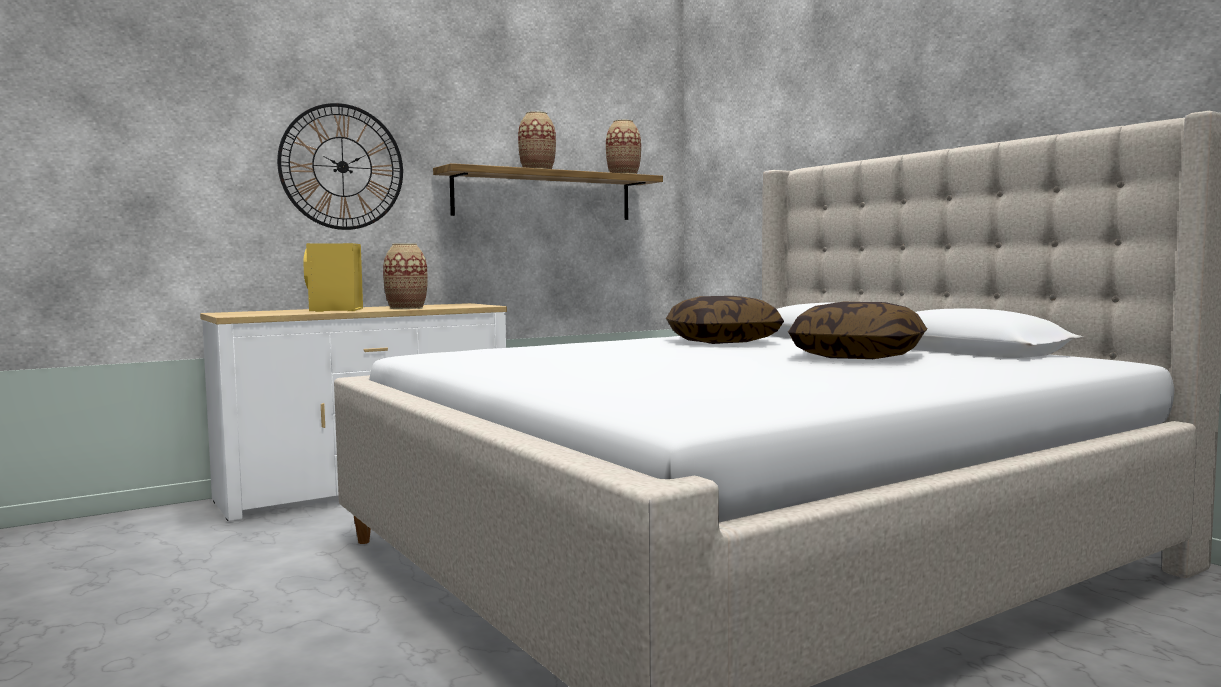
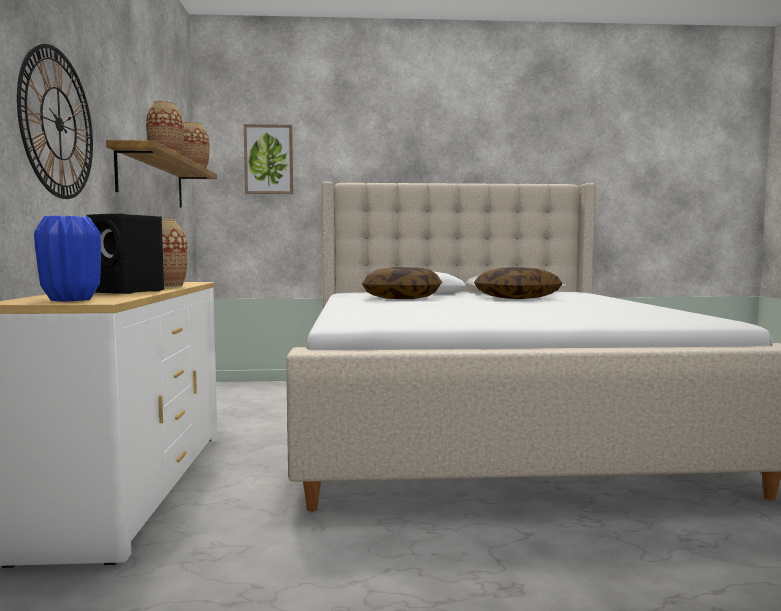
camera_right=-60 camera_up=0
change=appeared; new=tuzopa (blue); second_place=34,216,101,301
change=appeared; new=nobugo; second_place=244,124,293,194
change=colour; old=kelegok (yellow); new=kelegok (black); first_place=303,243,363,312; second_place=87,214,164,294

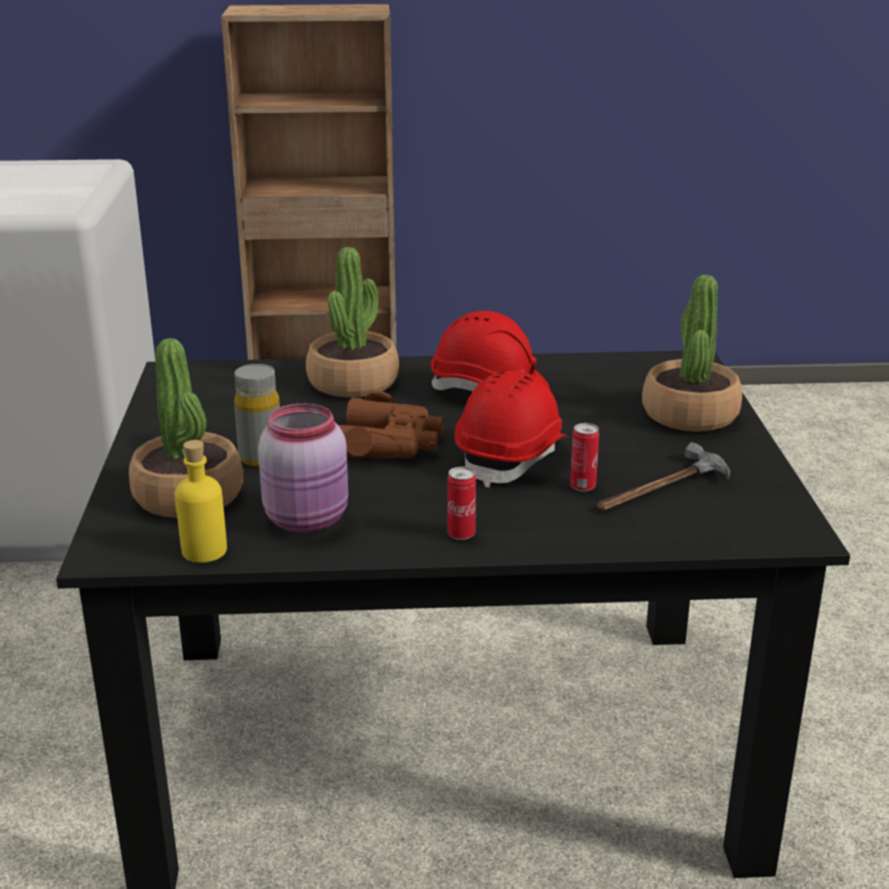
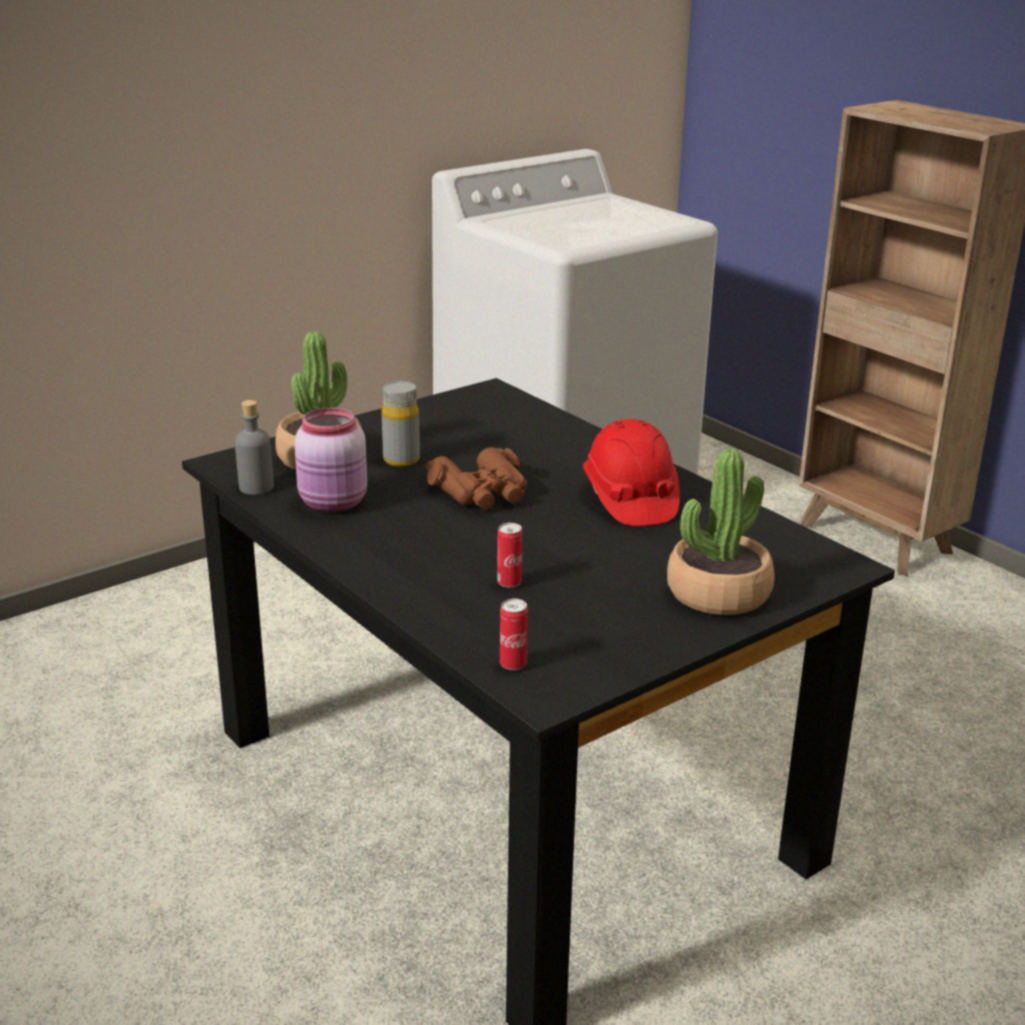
camera_right=55 camera_up=0
change=missing; old=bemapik; first_place=306,247,399,398
change=missing; old=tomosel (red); first_place=454,371,568,488
change=missing; old=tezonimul; first_place=597,442,730,511
change=relocated; old=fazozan; first_place=448,467,476,540; second_place=500,599,528,670
change=colour; old=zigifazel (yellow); new=zigifazel (grey); first_place=175,440,227,563; second_place=235,400,274,495

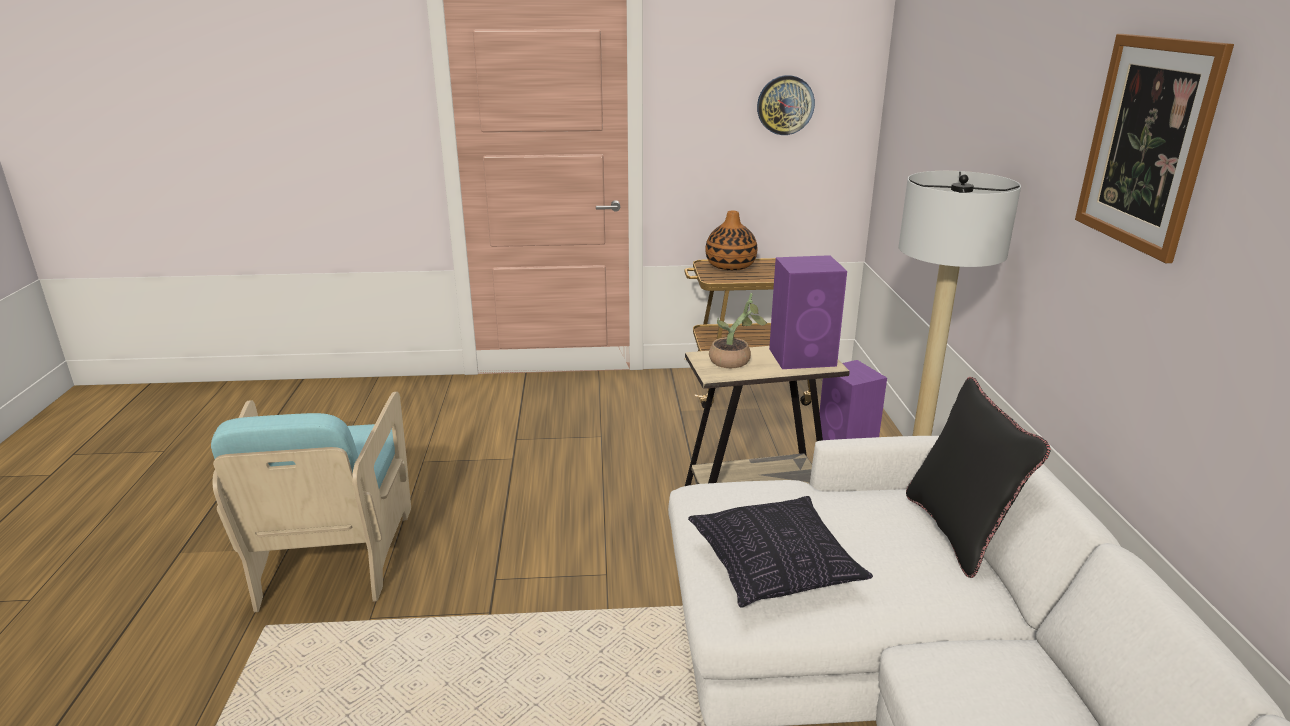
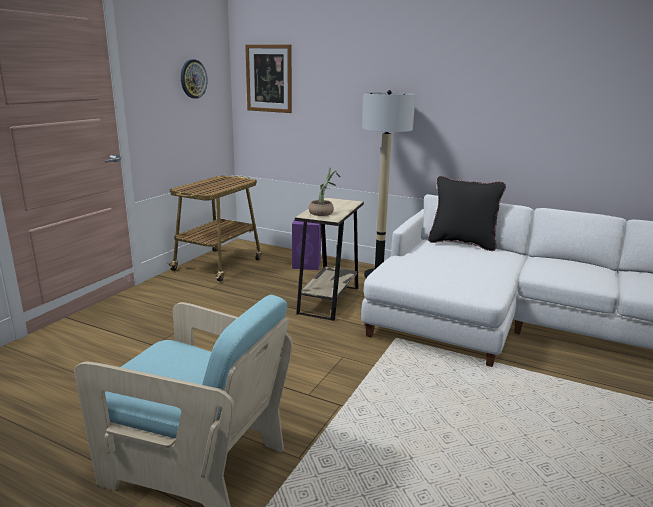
camera_right=-60 camera_up=-5
change=missing; old=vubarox; first_place=688,496,873,608
change=missing; old=tuzopa; first_place=705,211,757,270
change=missing; old=kelegok (purple); first_place=769,255,847,369
change=relocated; old=nobugo; first_place=1075,34,1234,263; second_place=245,44,292,113

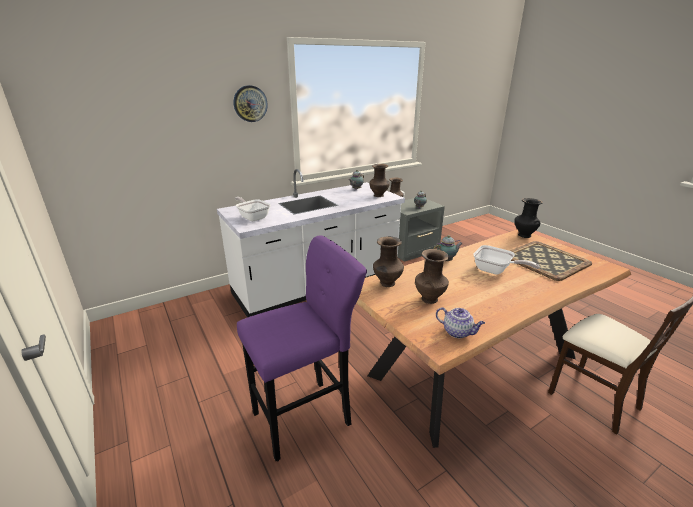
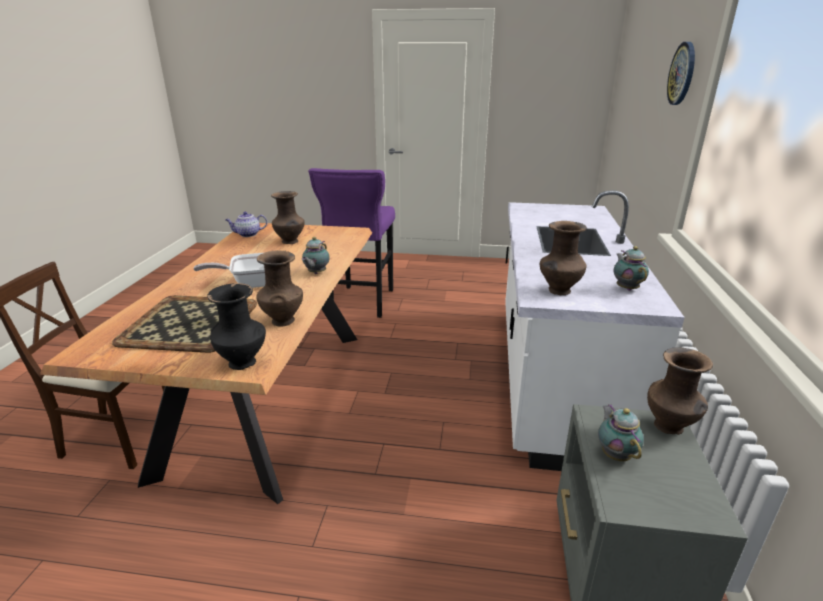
camera_right=130 camera_up=0
change=missing; old=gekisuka; first_place=235,197,271,221
change=relocated; old=tuzopa (brown); first_place=373,236,404,287; second_place=256,250,303,327

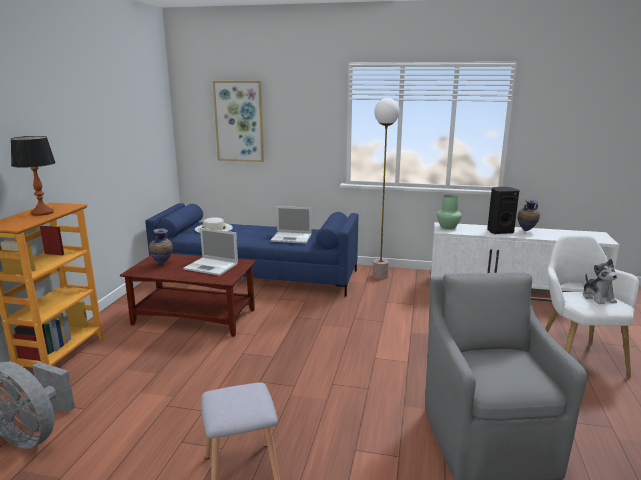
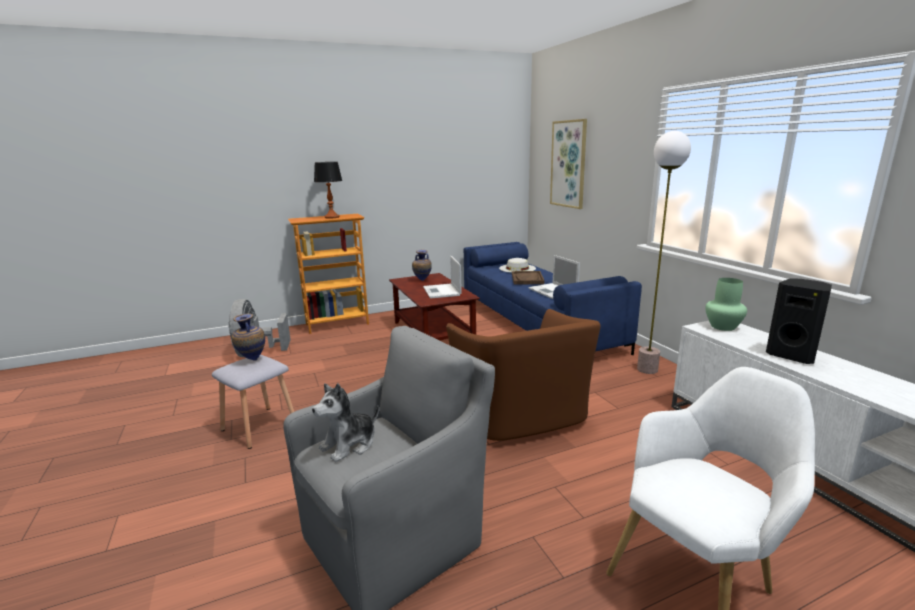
camera_right=55 camera_up=0
change=appeared; new=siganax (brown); second_place=446,309,601,441
change=appeared; new=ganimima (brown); second_place=512,271,544,284
change=relocated; old=tuzopa; first_place=518,199,540,231; second_place=232,314,265,361
change=relocated; old=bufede; first_place=582,259,617,304; second_place=312,383,379,462

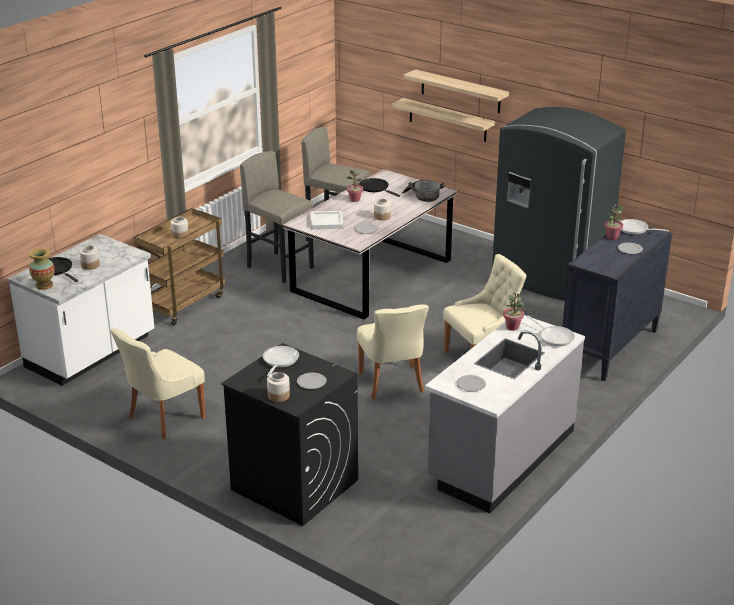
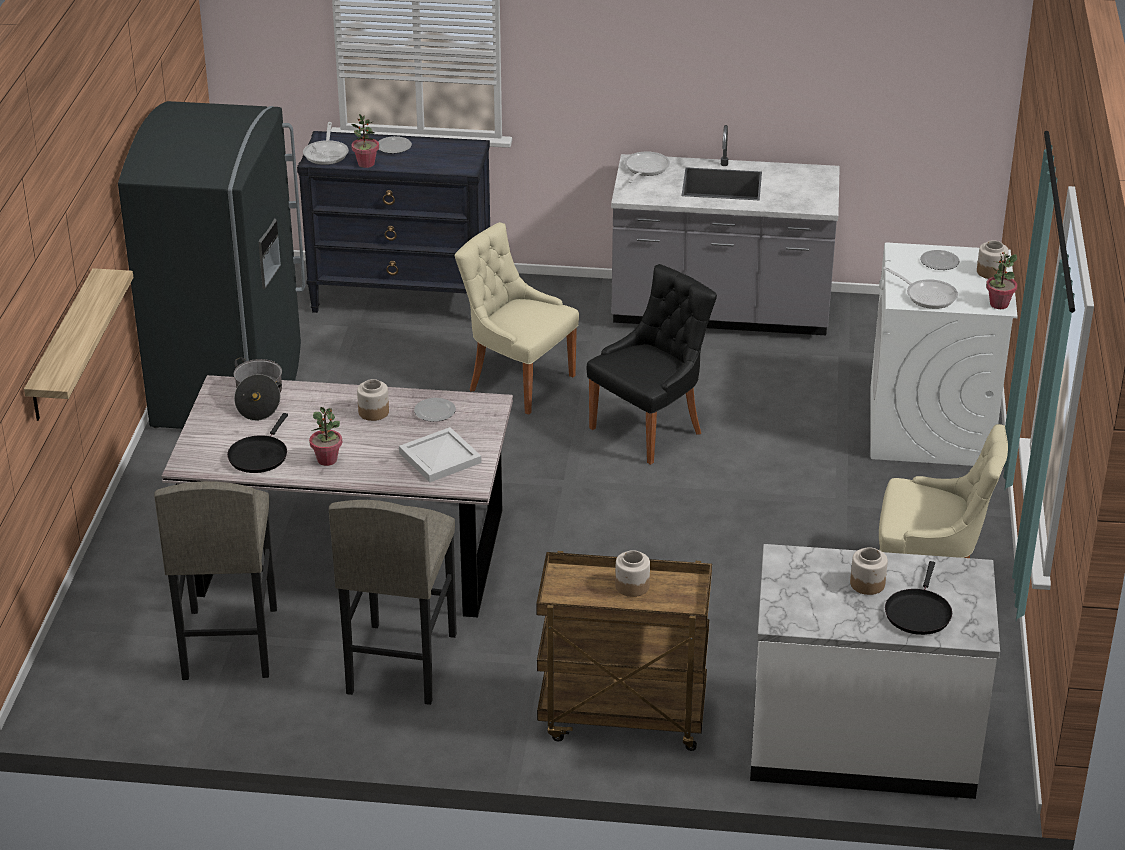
camera_right=-120 camera_up=5
change=missing; old=tuzopa; first_place=29,248,55,290
change=missing; old=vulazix; first_place=403,69,509,114
change=missing; old=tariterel; first_place=456,375,486,392
change=relocated; old=bemapik; first_place=503,292,524,331; second_place=986,252,1017,309
change=colour; old=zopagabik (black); new=zopagabik (white); first_place=221,343,358,526; second_place=871,243,1018,466
change=colour; old=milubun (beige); new=milubun (black); first_place=357,305,429,399; second_place=587,264,717,465
change=spun; old=gekisuka; first_place=263,346,299,376; second_place=883,267,958,309; degrees=-120

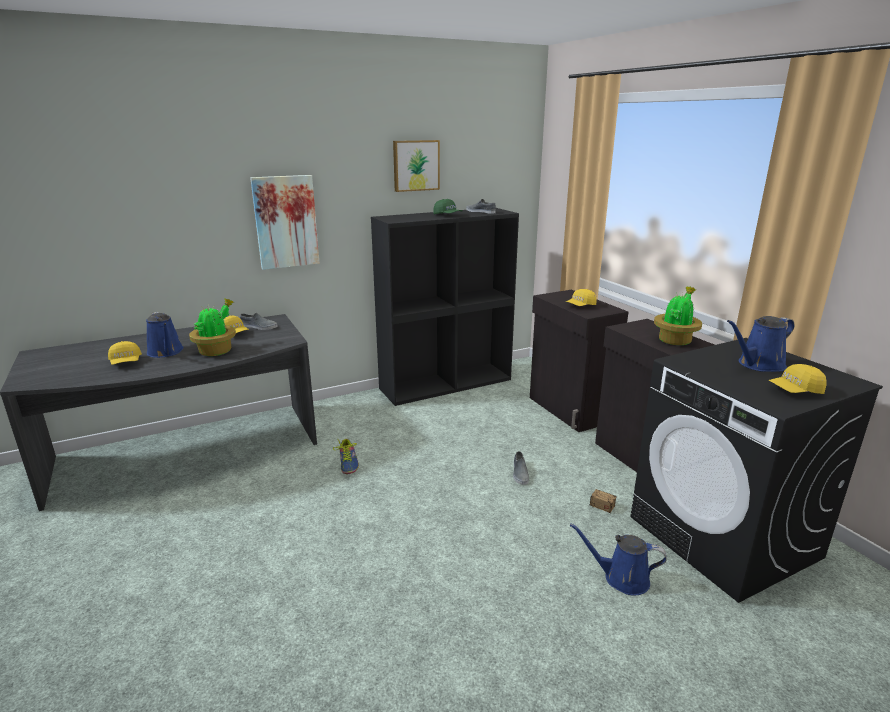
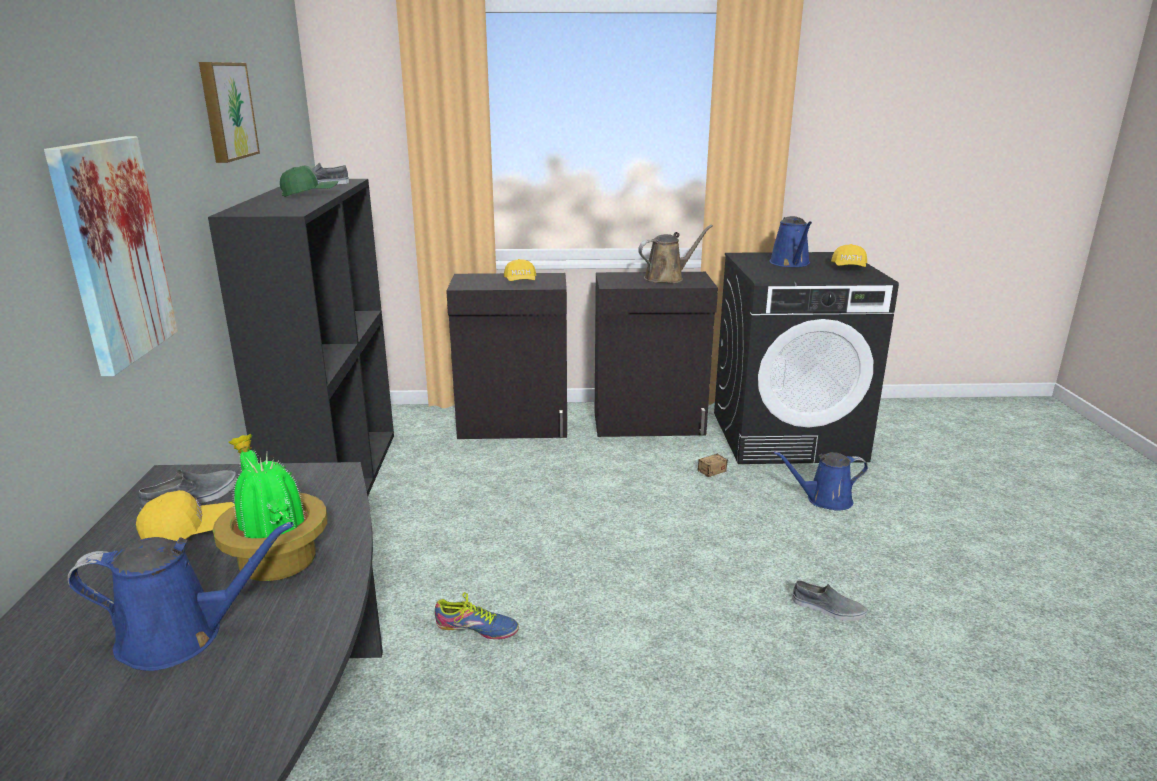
camera_right=-65 camera_up=0
change=missing; old=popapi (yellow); first_place=108,341,142,365
change=relocated; old=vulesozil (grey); first_place=513,451,529,485; second_place=792,580,867,621
change=exchanged; old=bemapik; new=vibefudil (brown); first_place=654,287,702,345; second_place=638,225,713,283
change=spun; old=vibefudil (blue); first_place=570,523,667,596; second_place=774,451,868,511; degrees=45

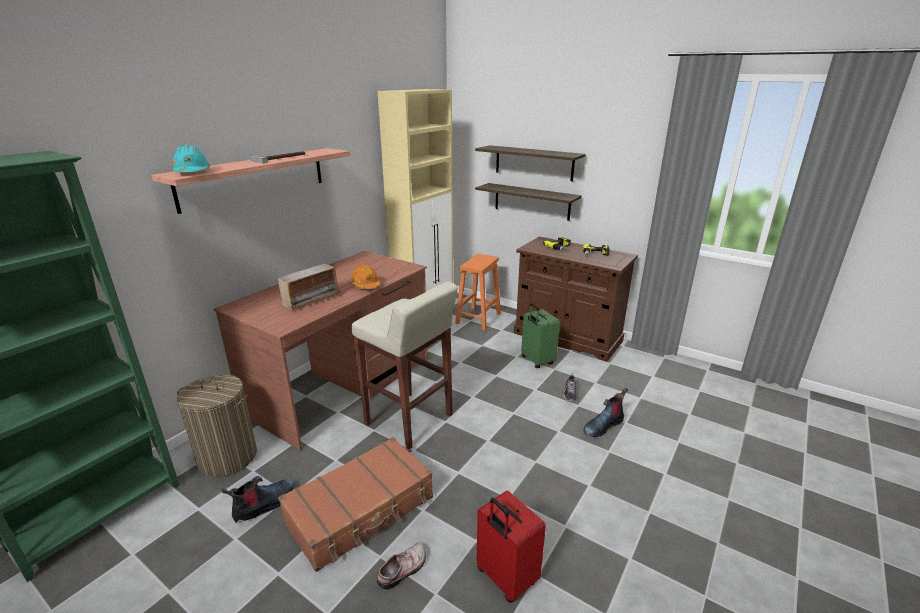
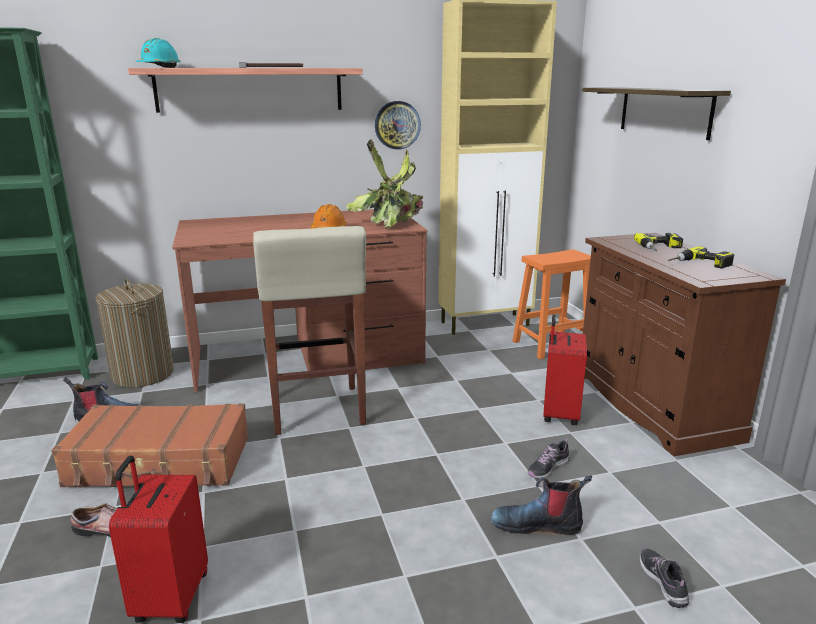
camera_right=40 camera_up=-5
change=missing; old=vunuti; first_place=278,264,341,311
change=missing; old=vulazix; first_place=475,183,582,221
change=appeared; new=bemapik; second_place=346,139,423,229
change=appeared; new=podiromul; second_place=375,101,421,150
change=appeared; new=vulesozil; second_place=640,548,689,608
change=colour; old=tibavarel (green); new=tibavarel (red); first_place=521,303,560,368; second_place=543,314,587,425

